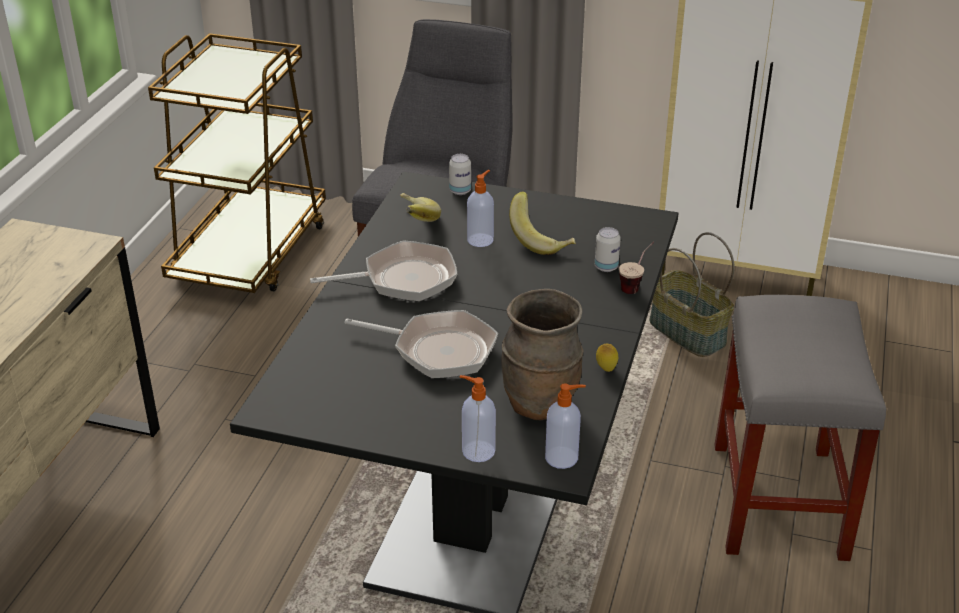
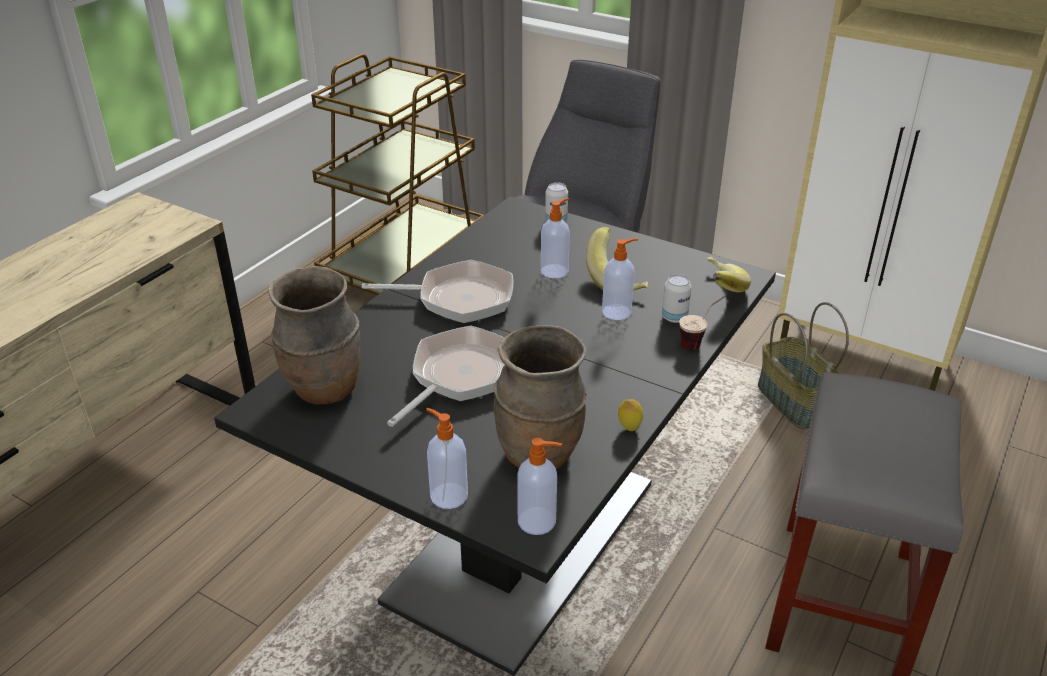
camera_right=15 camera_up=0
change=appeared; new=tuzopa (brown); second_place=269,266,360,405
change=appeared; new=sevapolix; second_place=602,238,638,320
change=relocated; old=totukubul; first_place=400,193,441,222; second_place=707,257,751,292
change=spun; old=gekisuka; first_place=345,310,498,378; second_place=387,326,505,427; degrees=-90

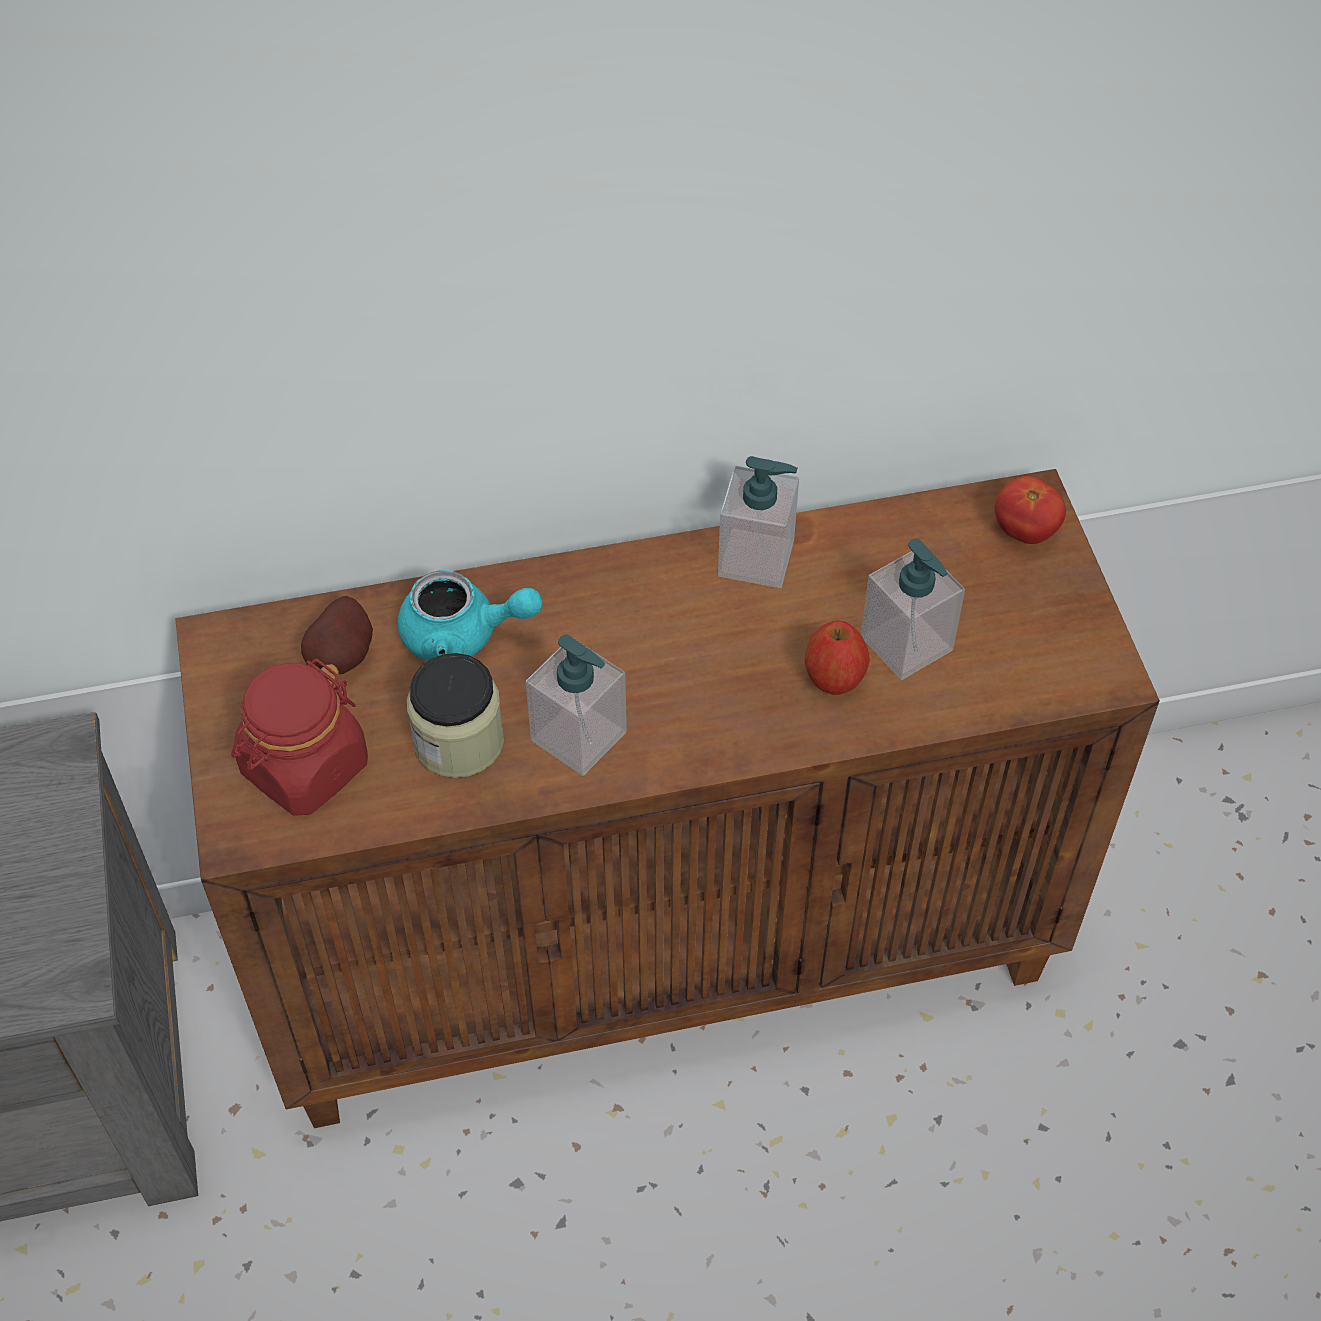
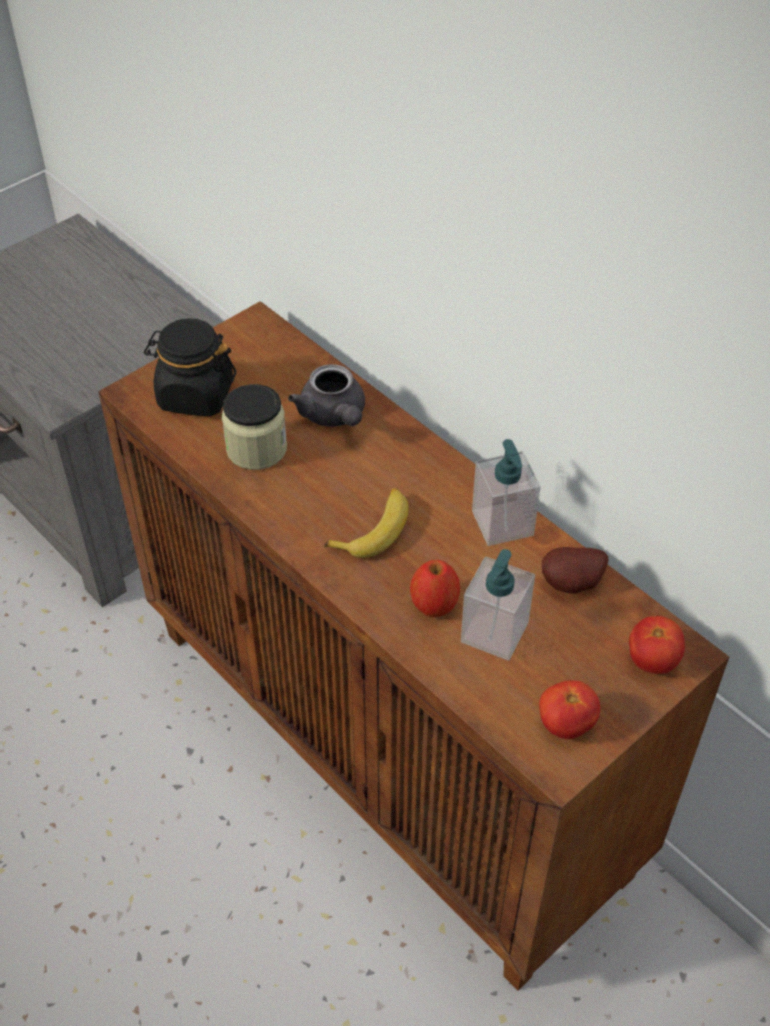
camera_right=60 camera_up=-5
change=missing; old=sevapolix; first_place=525,635,627,776
change=appeared; new=totukubul; second_place=324,488,409,558
change=appeared; new=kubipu; second_place=539,680,600,739
change=relocated; old=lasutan; first_place=301,596,373,674; second_place=542,547,609,594
change=colour; old=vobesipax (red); new=vobesipax (black); first_place=231,659,368,816; second_place=144,318,236,416
change=colour; old=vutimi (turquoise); new=vutimi (grey); first_place=397,570,542,661; second_place=288,364,365,427

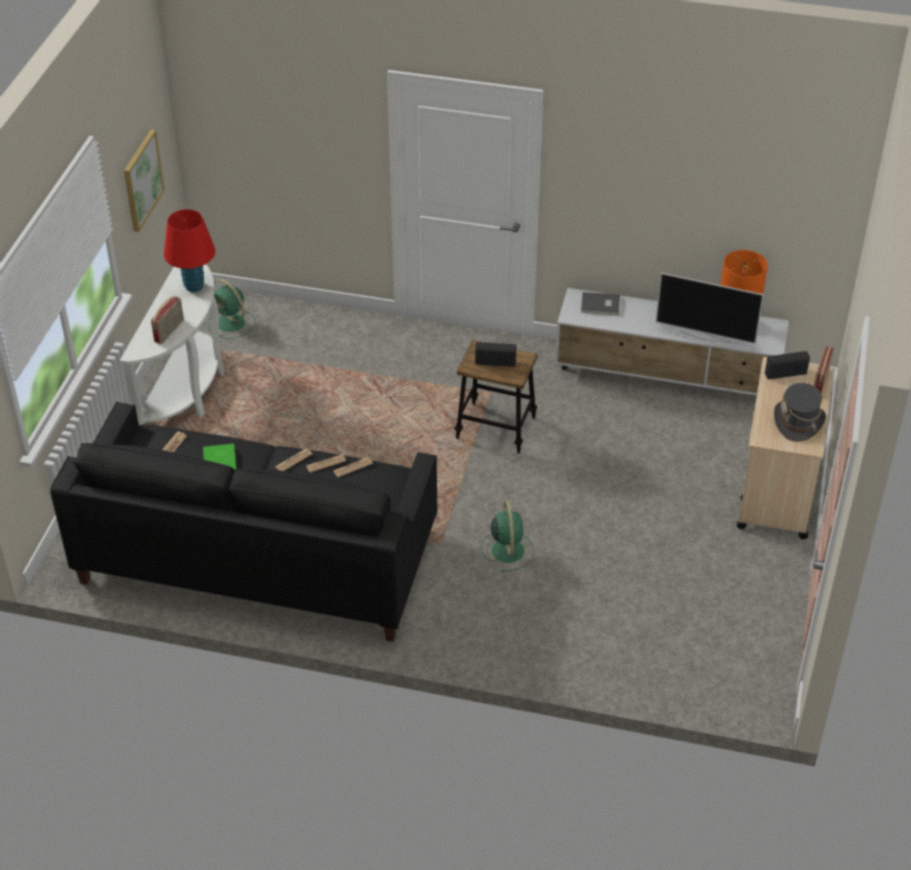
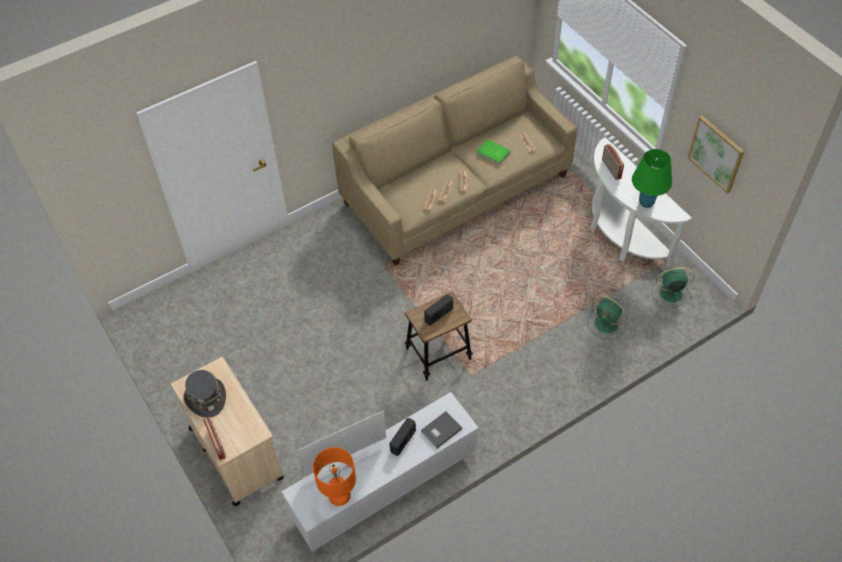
camera_right=135 camera_up=10
change=relocated; old=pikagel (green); first_place=481,501,534,573; second_place=587,295,627,340
change=relocated; old=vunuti; first_place=765,351,810,379; second_place=389,418,416,456
change=colour; old=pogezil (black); new=pogezil (beige); first_place=50,402,437,642; second_place=332,56,577,266
change=colour; old=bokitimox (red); new=bokitimox (green); first_place=164,209,215,292; second_place=632,149,672,208

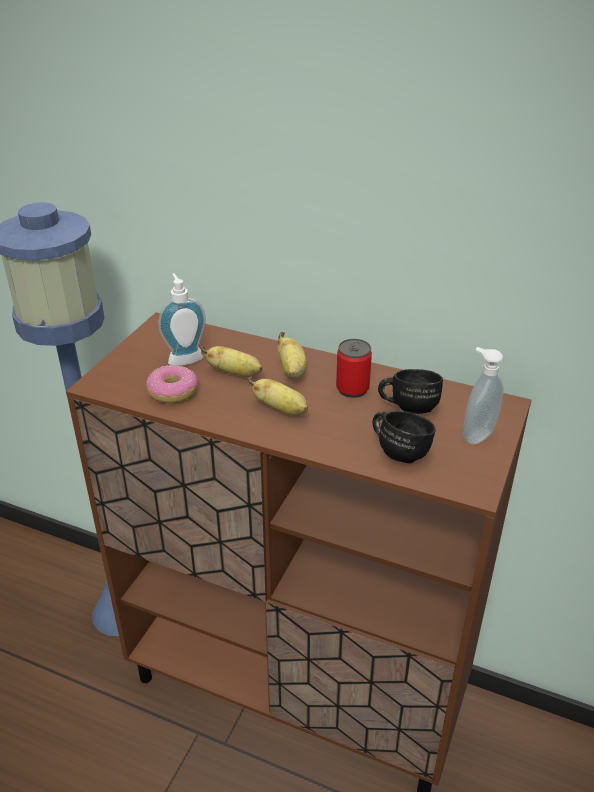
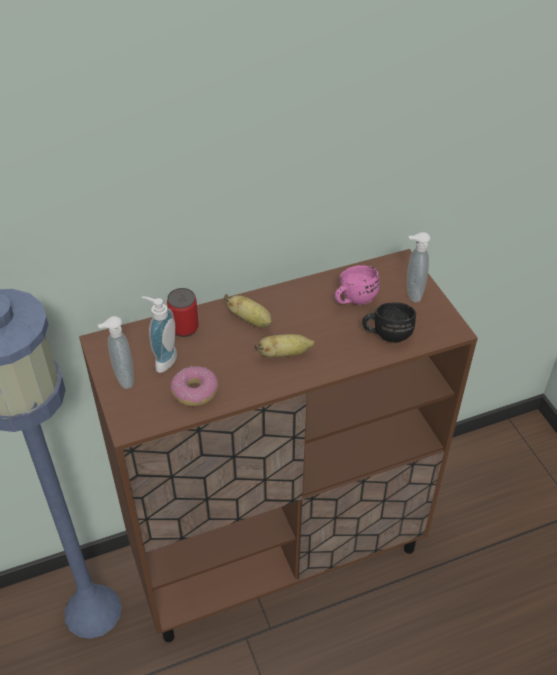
camera_right=-45 camera_up=10
change=missing; old=totukubul; first_place=201,346,262,377
change=appeared; new=sevapolix; second_place=98,316,134,389
change=relocated; old=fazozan; first_place=336,339,372,398; second_place=167,288,199,337
change=colour; old=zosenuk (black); new=zosenuk (pink); first_place=378,369,443,414; second_place=335,265,380,305

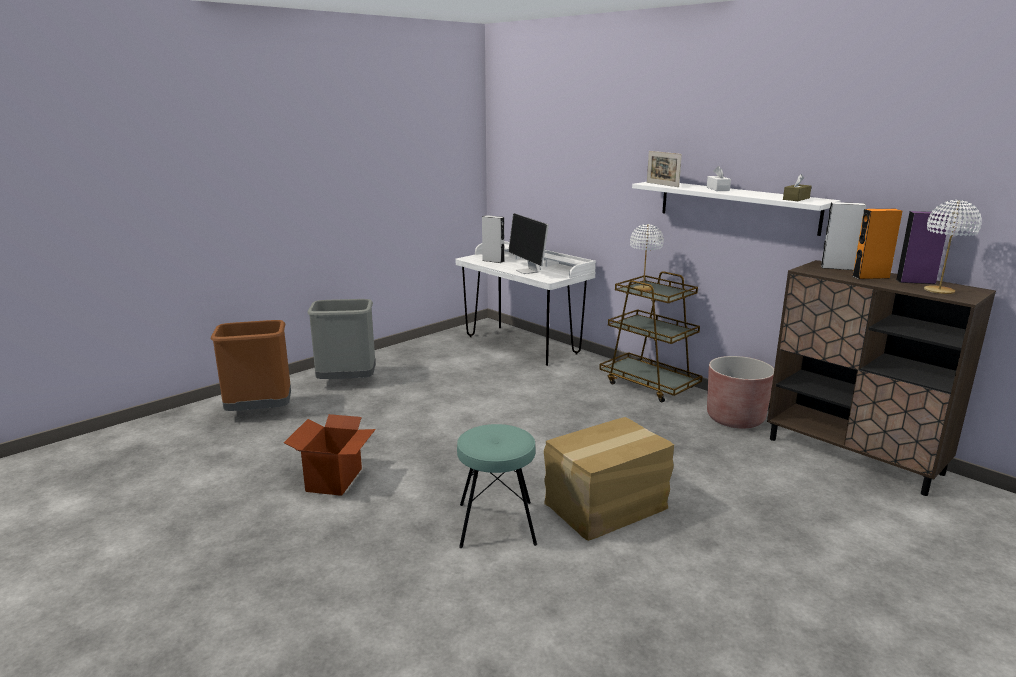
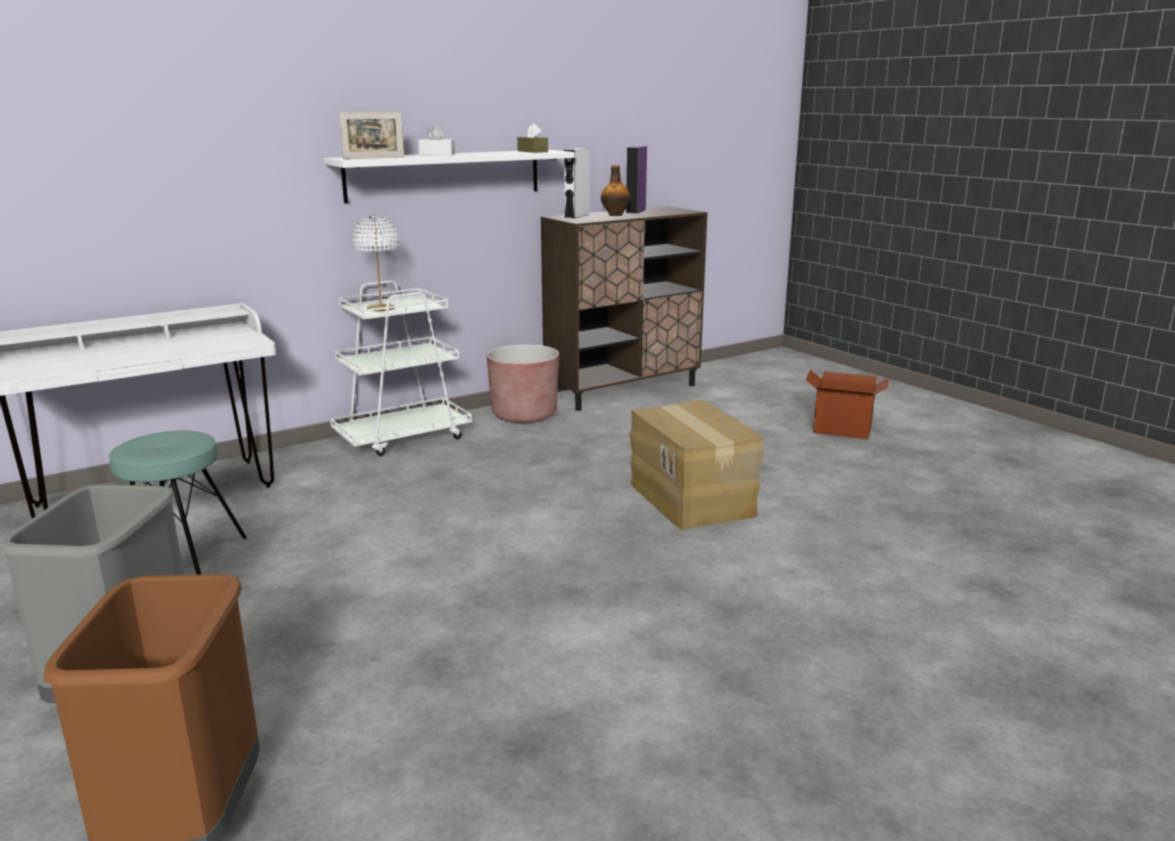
camera_right=-80 camera_up=0
change=missing; old=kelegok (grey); first_place=482,215,505,263
change=missing; old=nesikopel; first_place=508,213,549,274
change=missing; old=bokitimox (white); first_place=924,200,982,294
change=relocated; old=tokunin; first_place=284,414,376,496; second_place=806,370,889,440
change=relocated; old=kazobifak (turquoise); first_place=457,424,537,548; second_place=109,431,247,575
change=exchanged; old=kelegok (orange); new=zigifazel; first_place=853,209,902,279; second_place=601,165,631,216
change=colour; old=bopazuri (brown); new=bopazuri (white); first_place=599,271,702,402; second_place=330,280,472,456

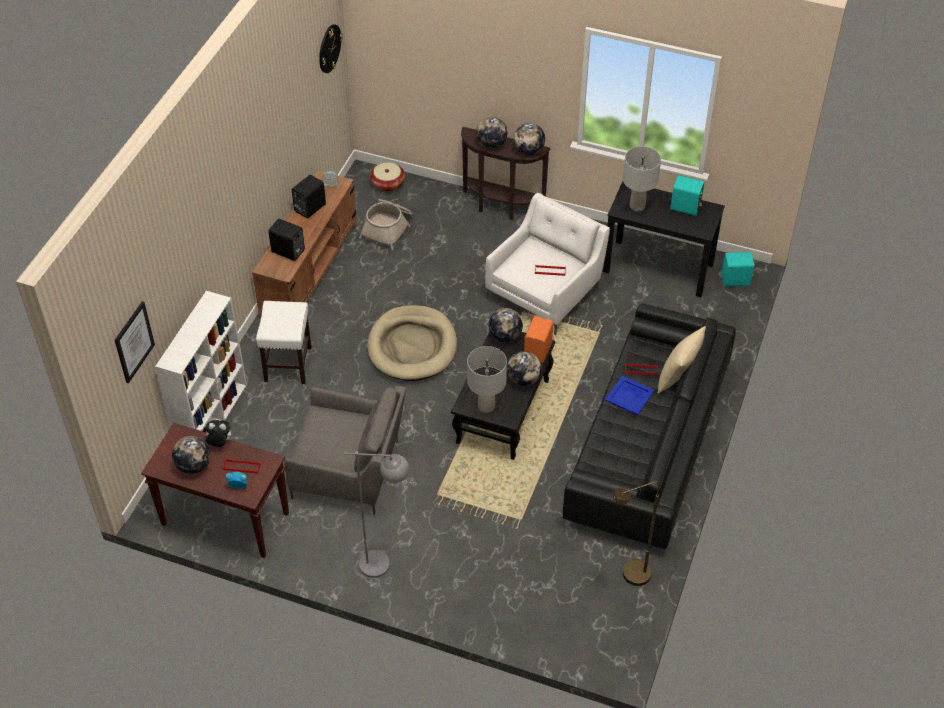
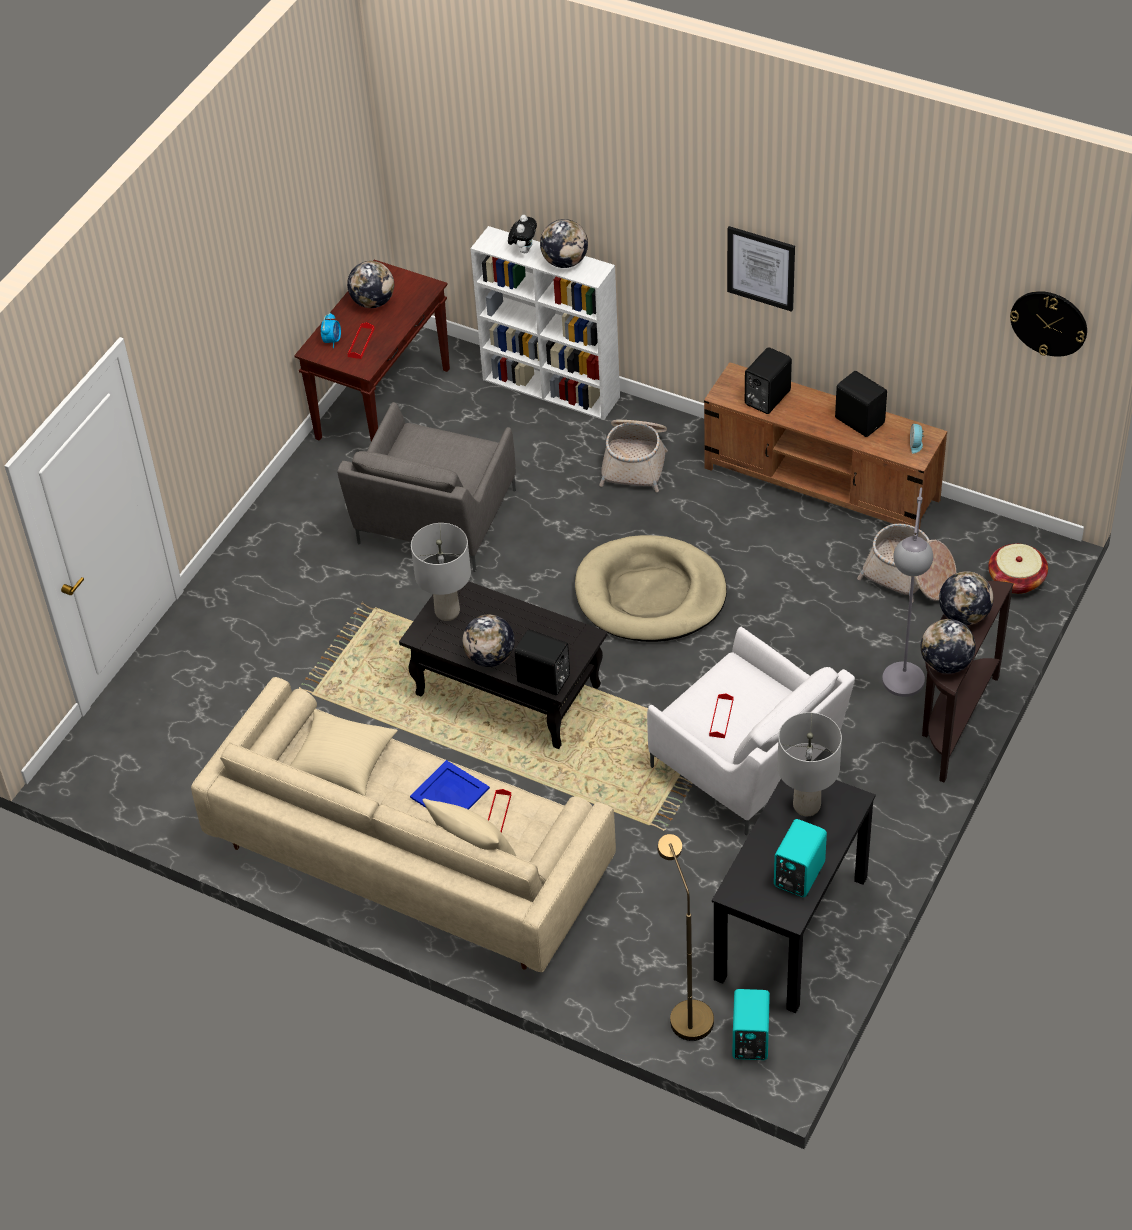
camera_right=100 camera_up=0
change=appeared; new=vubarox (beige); second_place=290,710,398,797
change=relocated; old=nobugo; first_place=115,301,155,383; second_place=727,226,795,312
change=relocated; old=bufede; first_place=204,420,231,447; second_place=508,215,537,253
change=relocated; old=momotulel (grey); first_place=344,451,409,578; second_place=882,487,933,697
change=relocated; old=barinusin; first_place=489,308,523,342; second_place=540,219,588,268
change=relocated; old=momotulel (brown); first_place=613,481,660,586; second_place=657,834,714,1041
change=exchanged; old=kazobifak (white); new=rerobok; first_place=256,301,312,384; second_place=599,420,668,492
change=colour; old=kelegok (orange); new=kelegok (black); first_place=524,316,553,363; second_place=515,630,570,696
change=colour; old=pogezil (black); new=pogezil (beige); first_place=563,303,736,549; second_place=191,677,616,972

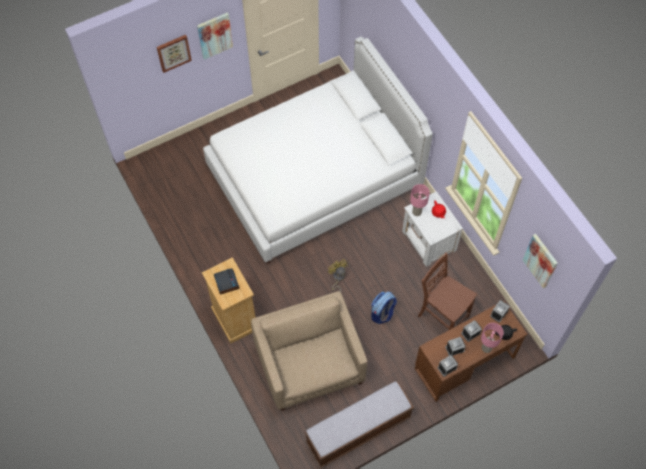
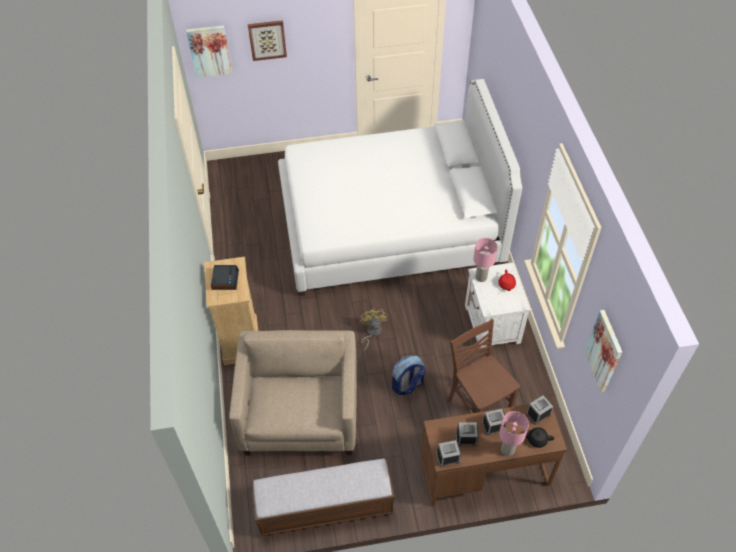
camera_right=20 camera_up=-10
change=relocated; old=nobugo; first_place=197,13,233,60; second_place=186,25,232,78

